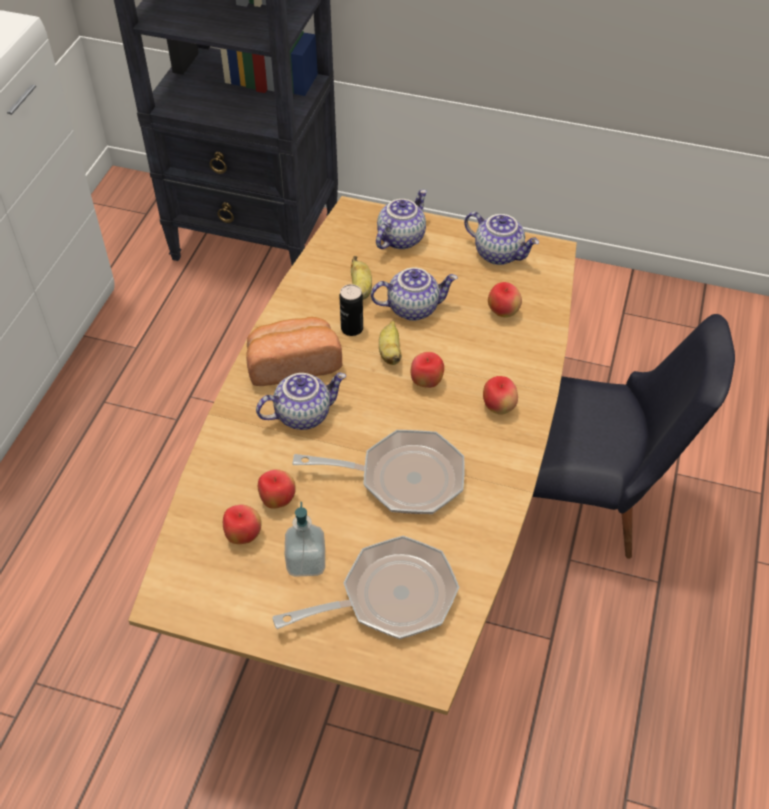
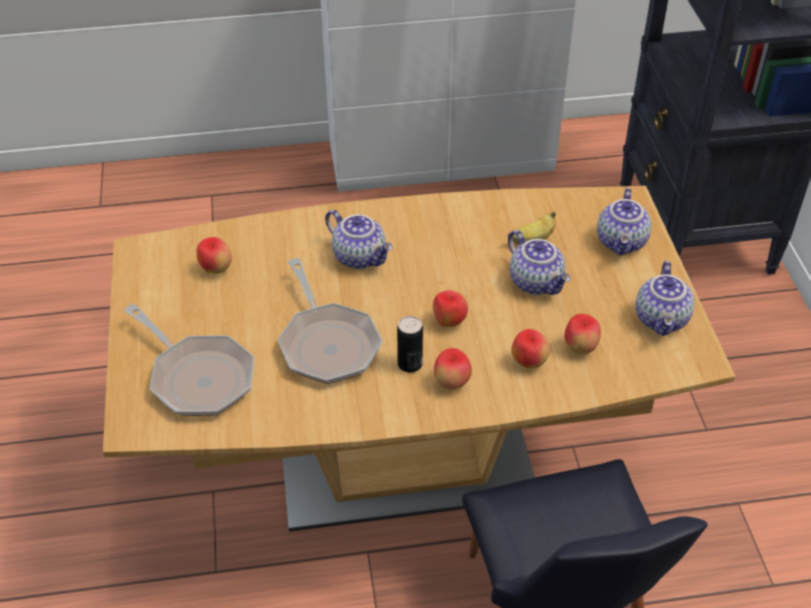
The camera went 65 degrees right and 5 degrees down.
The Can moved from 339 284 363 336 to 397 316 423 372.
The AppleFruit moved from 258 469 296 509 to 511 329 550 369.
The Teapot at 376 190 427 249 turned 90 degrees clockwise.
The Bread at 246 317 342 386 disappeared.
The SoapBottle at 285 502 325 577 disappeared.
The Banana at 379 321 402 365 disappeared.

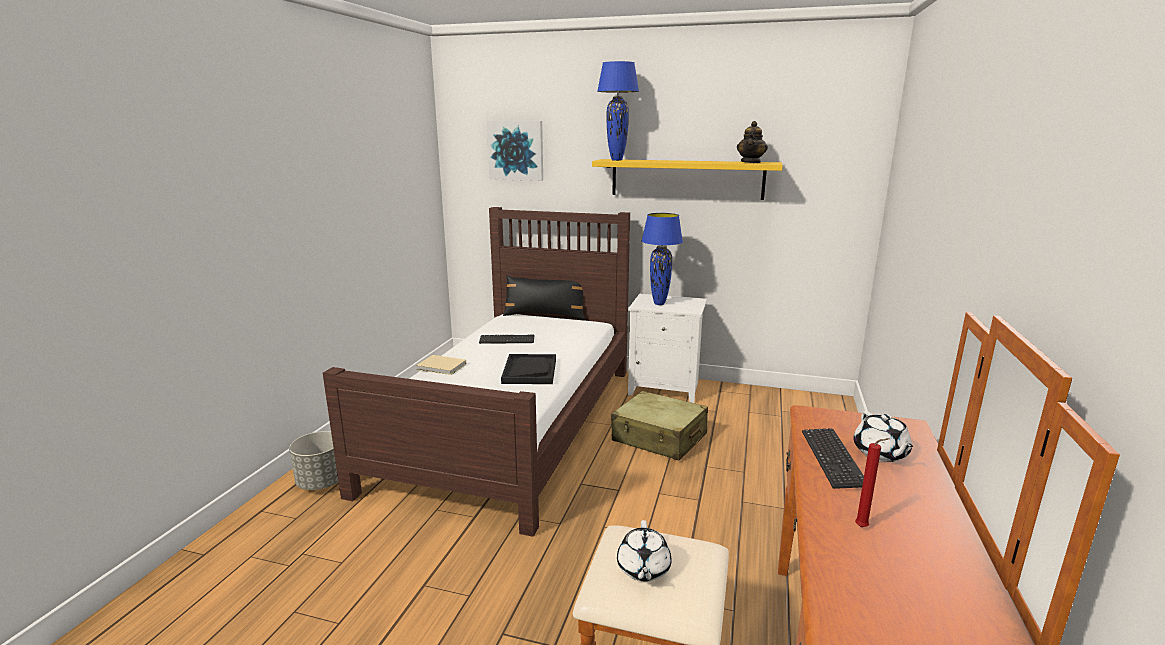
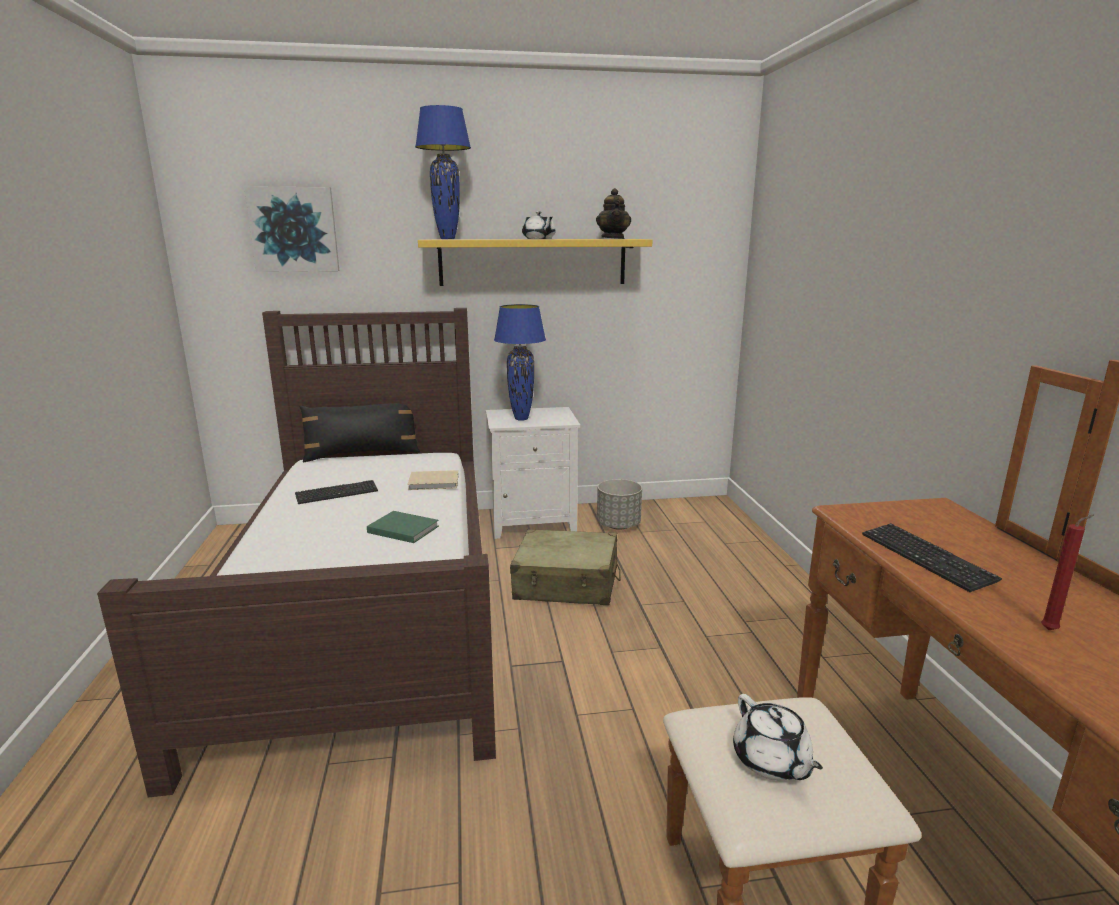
The camera went 25 degrees left and 0 degrees up.
The BlackishCarryingTray at 501 354 556 384 was replaced by the GreenBoundBook at 367 511 439 543.
The BeigeColouredBoundBook moved from 416 355 466 375 to 407 470 458 490.
The WhitishTeapot moved from 853 411 913 462 to 522 211 555 239.
The GreyishFlowerPot moved from 289 431 338 490 to 597 479 642 530.

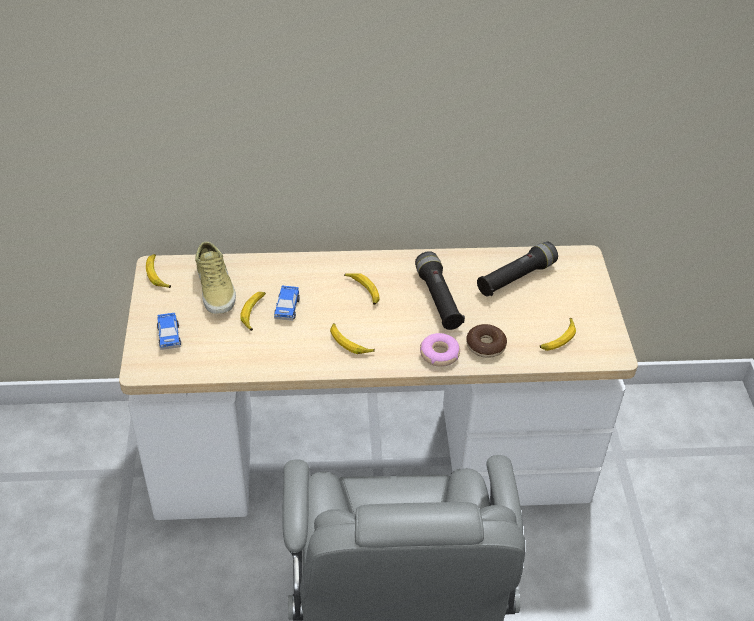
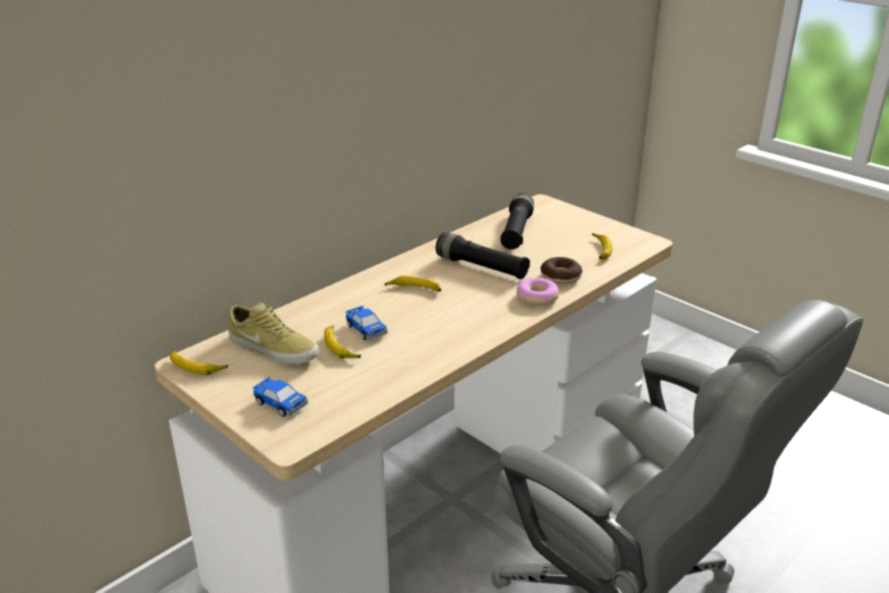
The camera went 40 degrees left and 15 degrees down.
The Banana at 330 323 375 354 disappeared.

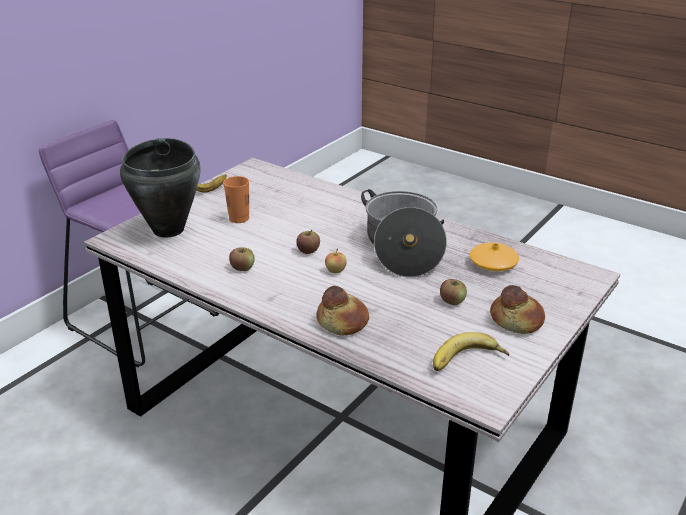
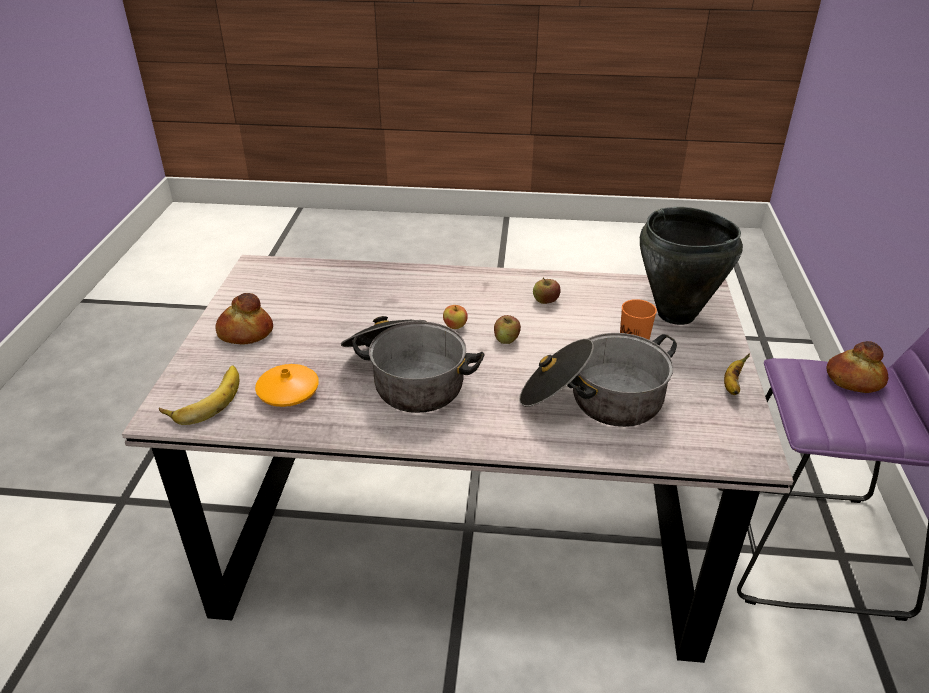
The camera went 150 degrees right and 5 degrees up.
The Banana moved from 433 332 509 371 to 159 366 239 425.
The Saucepot at 519 333 677 427 appeared.
The Bread moved from 317 286 369 336 to 826 341 888 393.
The AppleFruit at 440 279 467 305 disappeared.

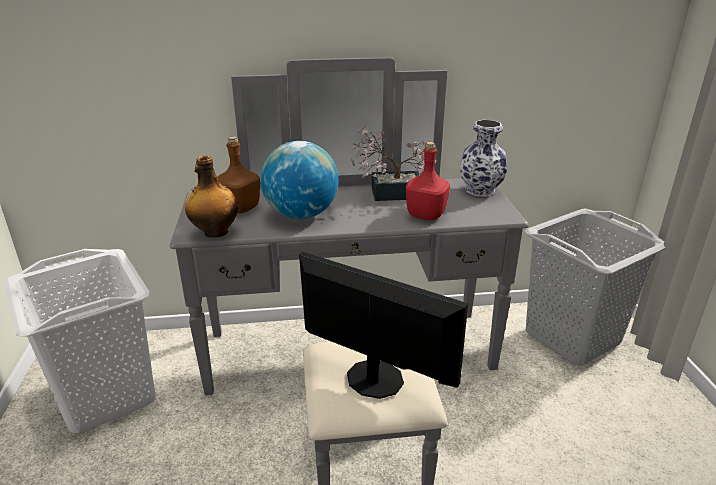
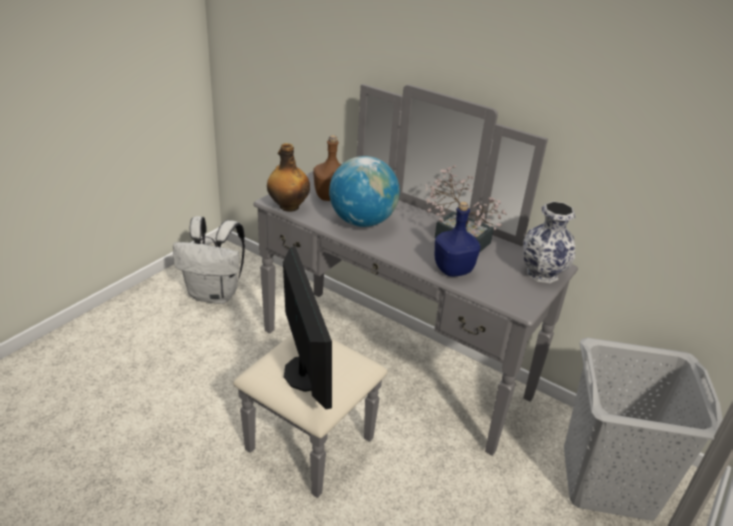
The camera went 40 degrees right and 5 degrees up.
The WhitishWashingBasket at 3 249 156 433 was replaced by the WhitishBackpack at 173 216 245 304.
The RedBeverageBottle at 406 142 450 220 became the BlueBeverageBottle at 435 202 481 276.

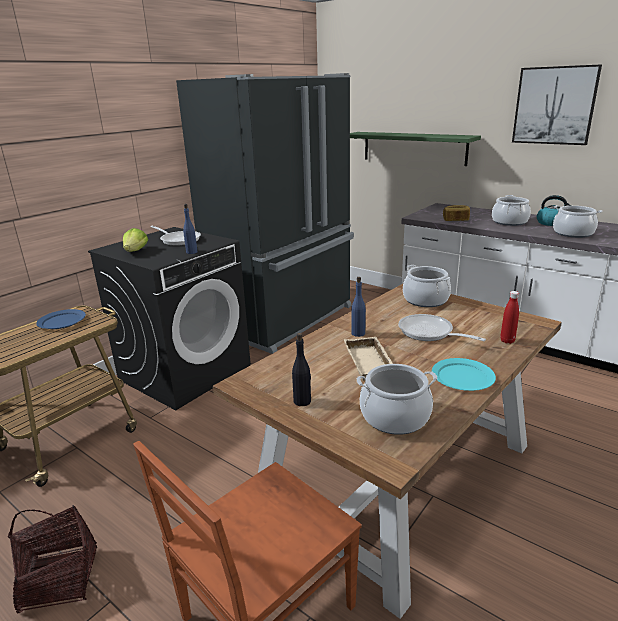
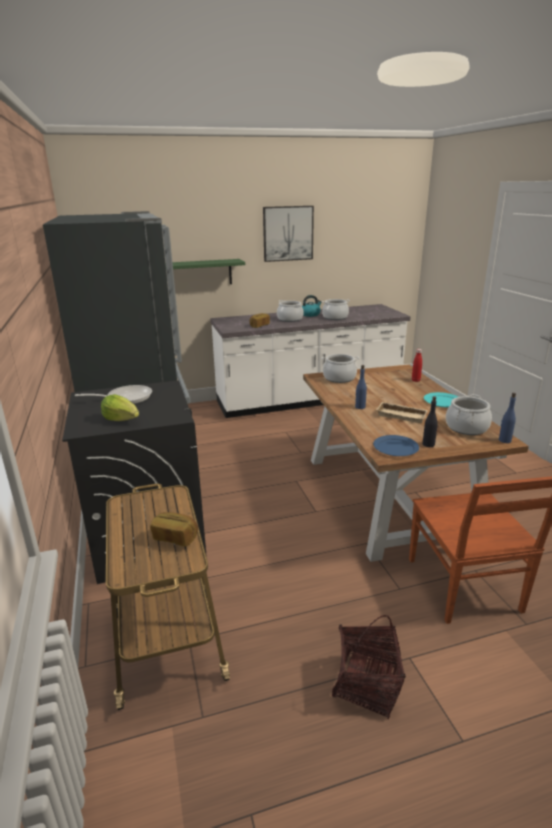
The camera went 55 degrees left and 0 degrees up.
The Bread at 150 512 198 547 appeared.
The BlueFlatDish moved from 36 309 86 329 to 373 435 419 456.
The BlueBeverageBottle moved from 183 204 198 254 to 499 393 516 443.
The FryingPan at 398 314 486 341 disappeared.

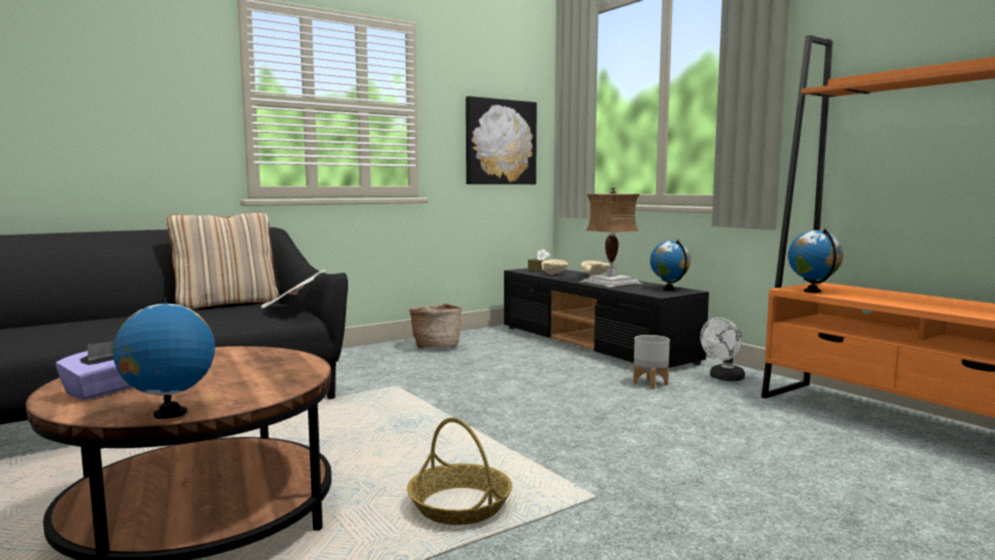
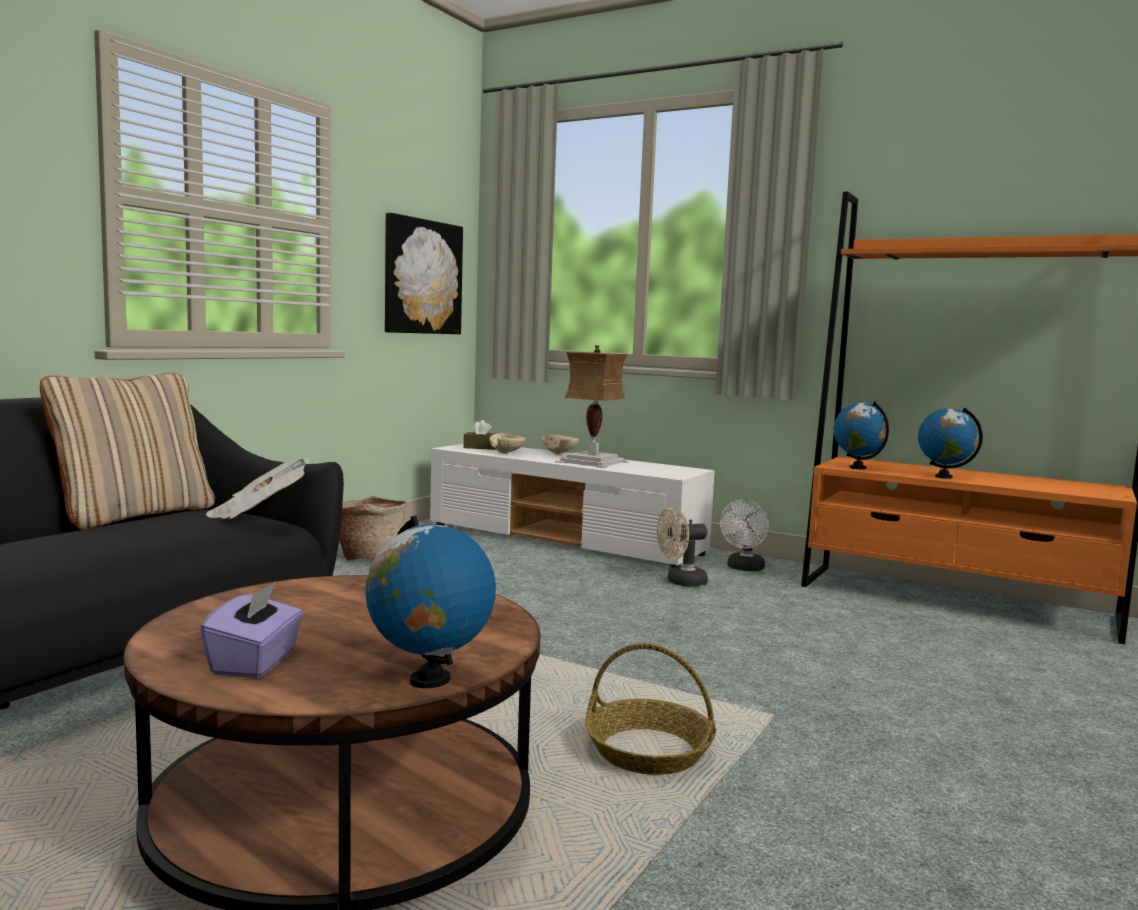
The camera went 25 degrees left and 0 degrees up.
The BlackishTvUnit at 504 268 709 368 became the WhitishTvUnit at 430 444 715 568.
The GreyishFlowerPot at 633 335 670 389 was replaced by the BeigeColouredElectricFan at 657 507 708 586.
The DeskGlobe moved from 650 240 691 290 to 918 407 983 479.

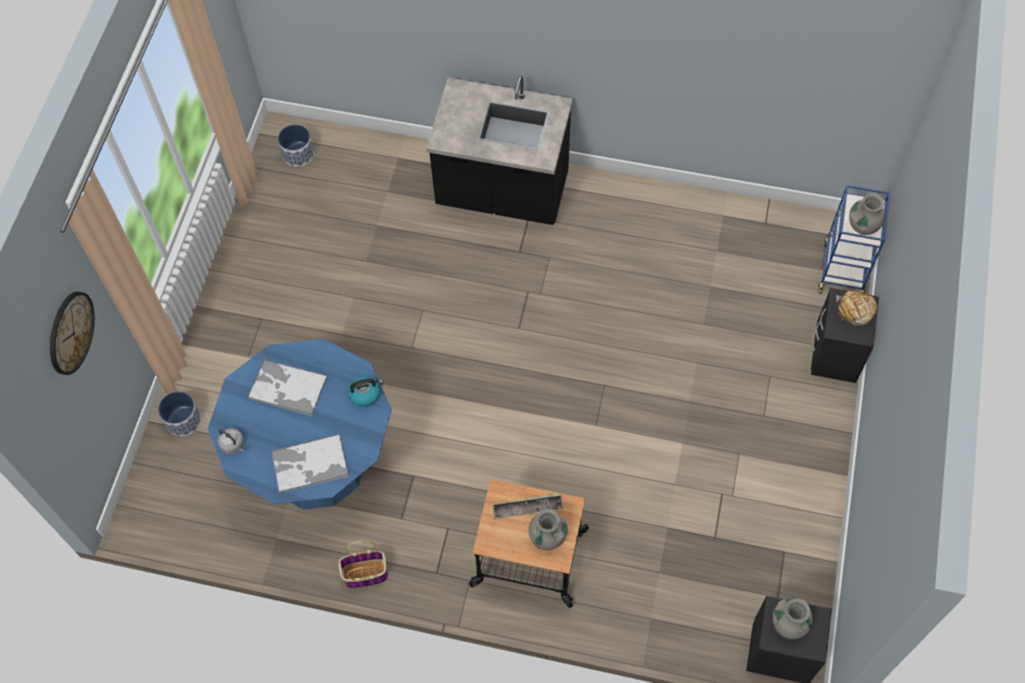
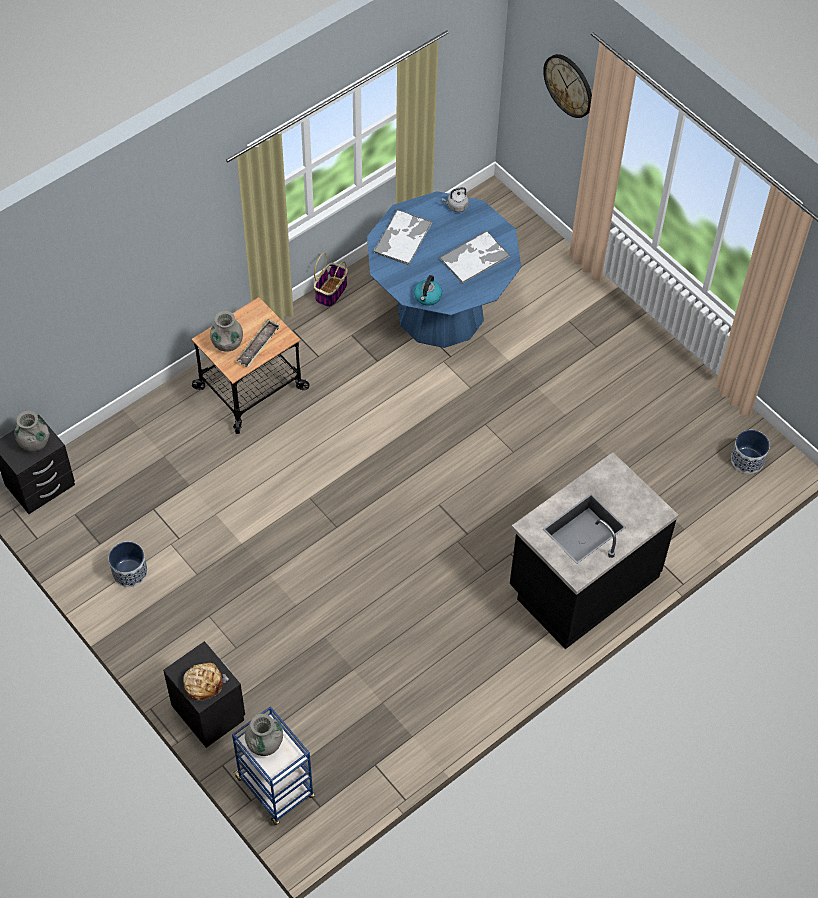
The camera went 125 degrees right and 5 degrees down.
The FlowerPot moved from 158 391 201 436 to 109 542 148 587.

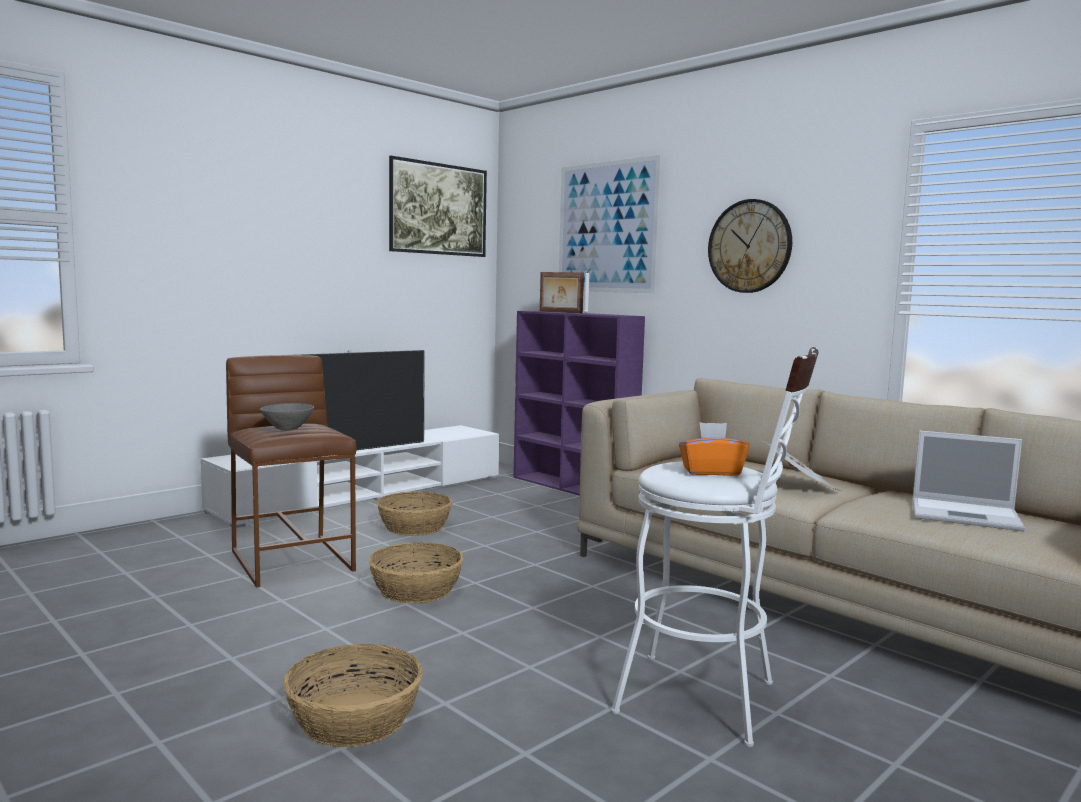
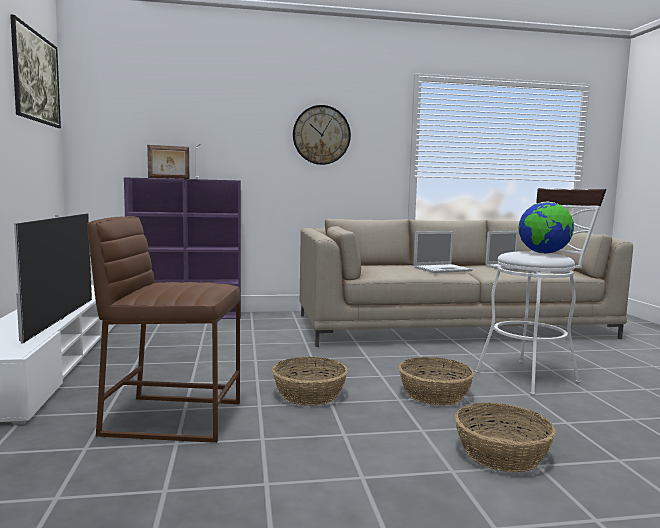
The camera went 55 degrees left and 0 degrees up.
The HouseholdBasket moved from 377 492 452 536 to 399 357 474 405.
The PrintedPaper at 763 441 841 491 was replaced by the Laptop at 414 231 473 273.
The OrangeyBoxOfTissues at 679 422 749 476 was replaced by the DeskGlobe at 518 201 574 254.
The GreyishServingBowl at 260 403 314 430 disappeared.
The WallArt at 559 155 661 293 disappeared.

